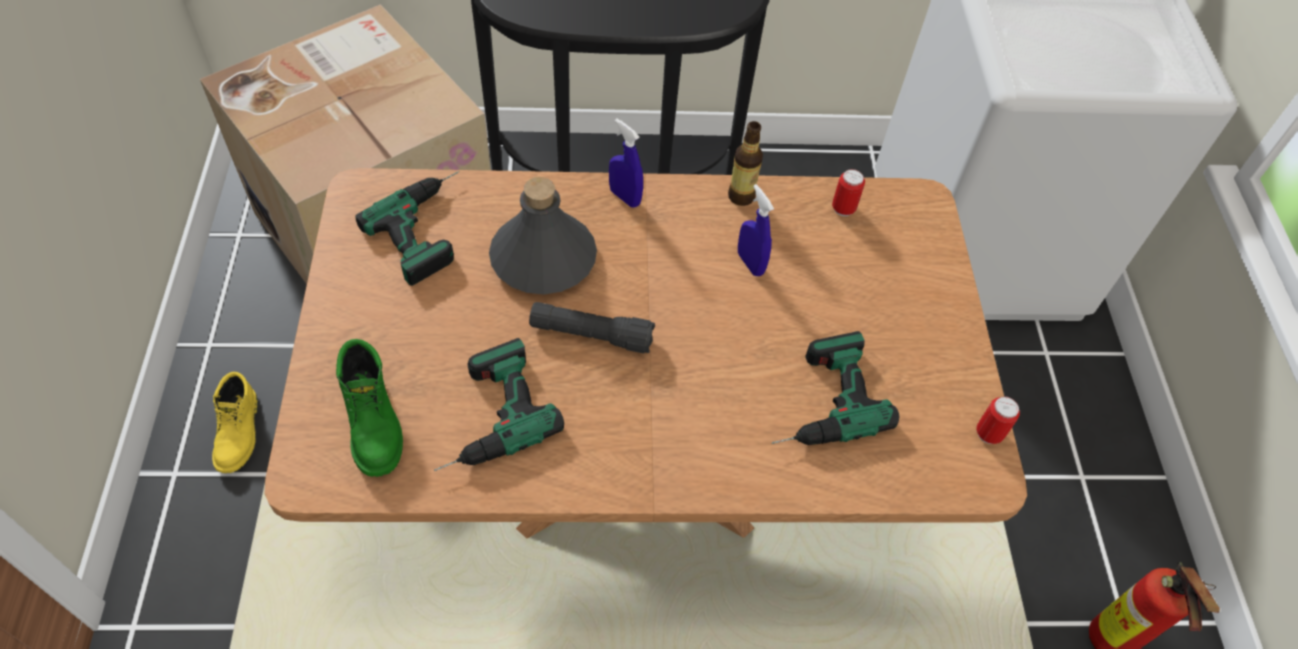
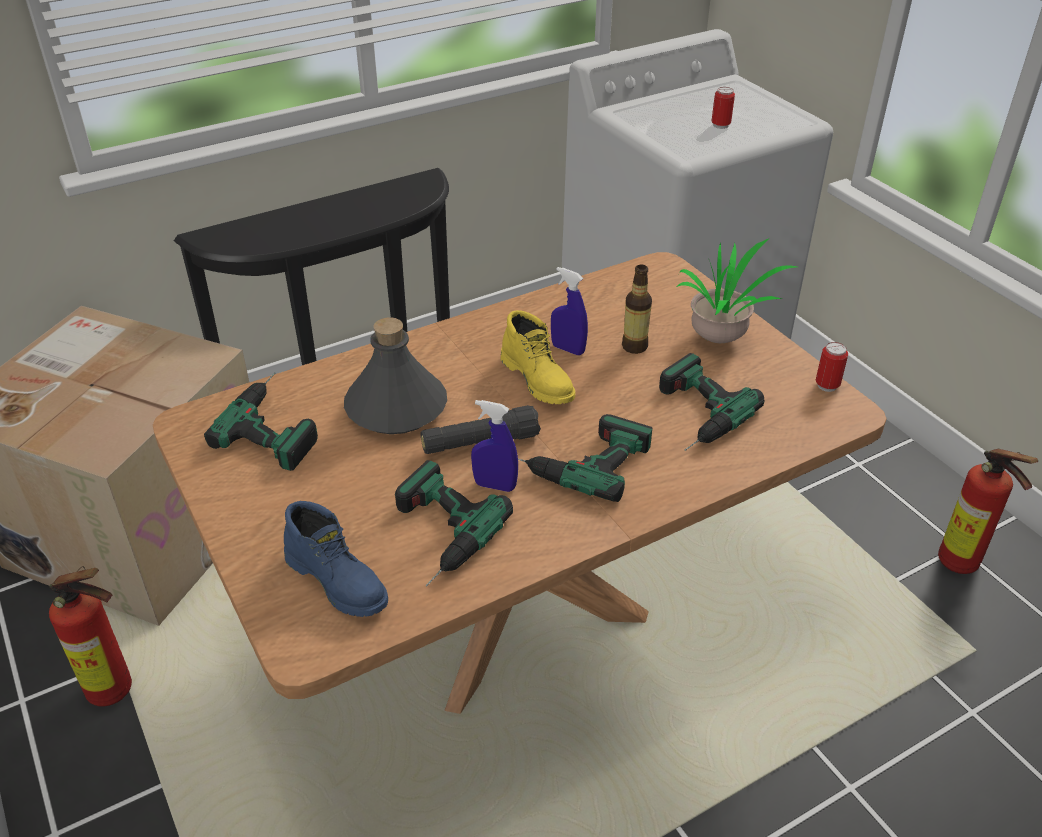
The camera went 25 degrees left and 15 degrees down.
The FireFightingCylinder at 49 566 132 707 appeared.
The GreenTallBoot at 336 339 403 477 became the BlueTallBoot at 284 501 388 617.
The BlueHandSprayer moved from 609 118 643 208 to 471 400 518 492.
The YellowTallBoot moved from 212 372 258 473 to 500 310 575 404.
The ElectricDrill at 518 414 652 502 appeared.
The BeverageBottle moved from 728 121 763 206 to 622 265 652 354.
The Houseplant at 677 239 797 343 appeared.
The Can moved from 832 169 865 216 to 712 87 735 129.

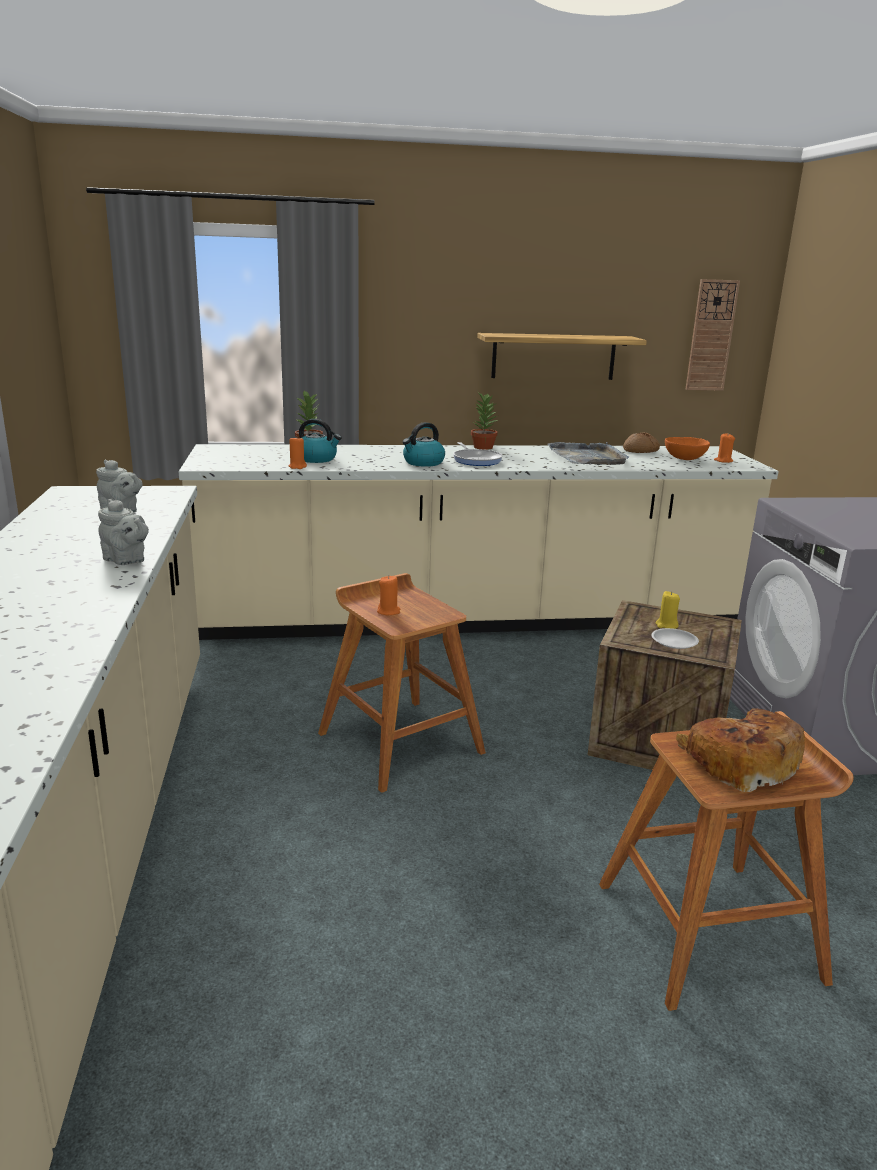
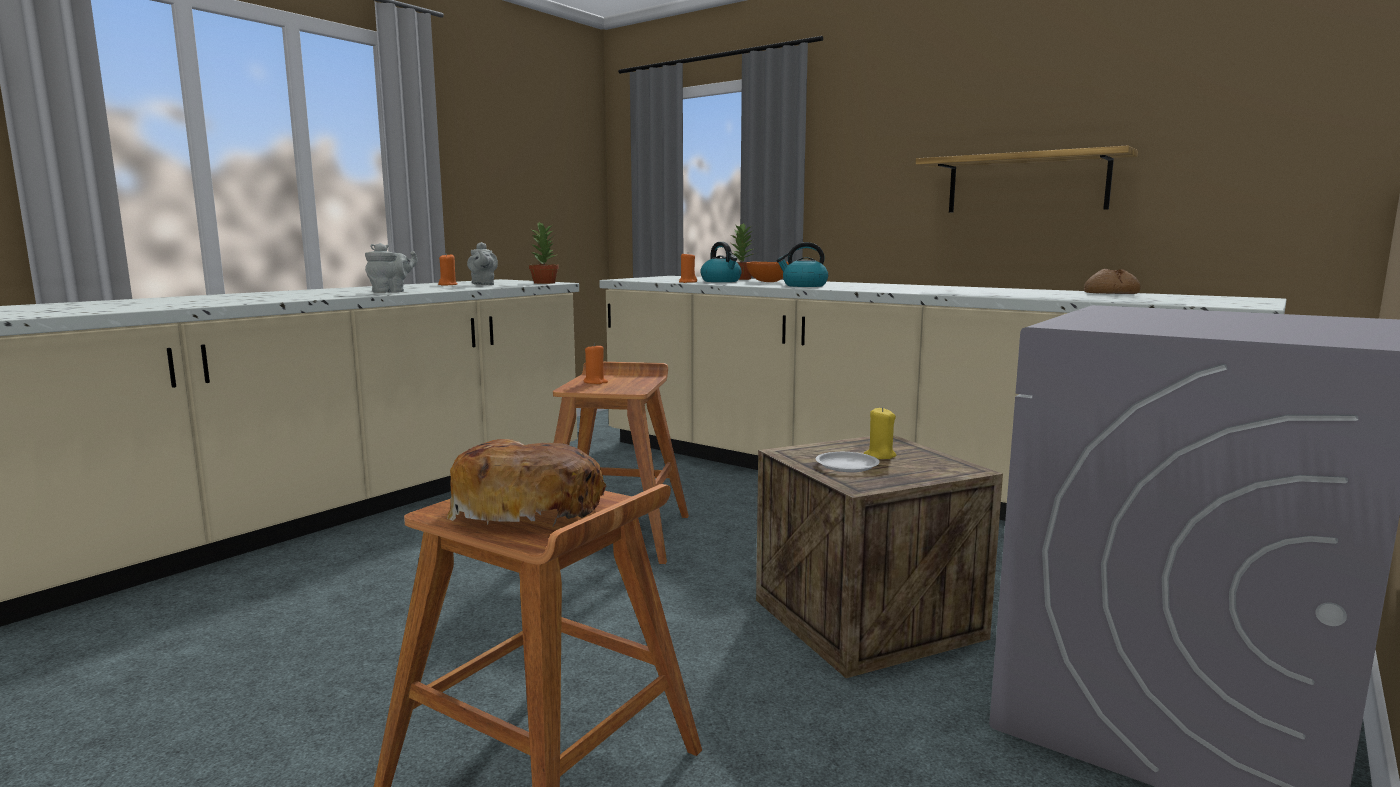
The camera went 45 degrees right and 10 degrees down.
The GreyishTeapot at 98 499 149 565 turned 120 degrees counterclockwise.
The OrangeyWaxLight moved from 714 433 735 463 to 438 253 458 285.
The Houseplant moved from 471 392 498 450 to 529 222 559 284.
The OrangeyServingBowl moved from 665 437 710 460 to 746 262 789 282.
The FryingPan at 453 442 503 466 disappeared.
The GreyishCarryingTray at 548 442 629 465 disappeared.
The WallClock at 686 279 740 390 disappeared.

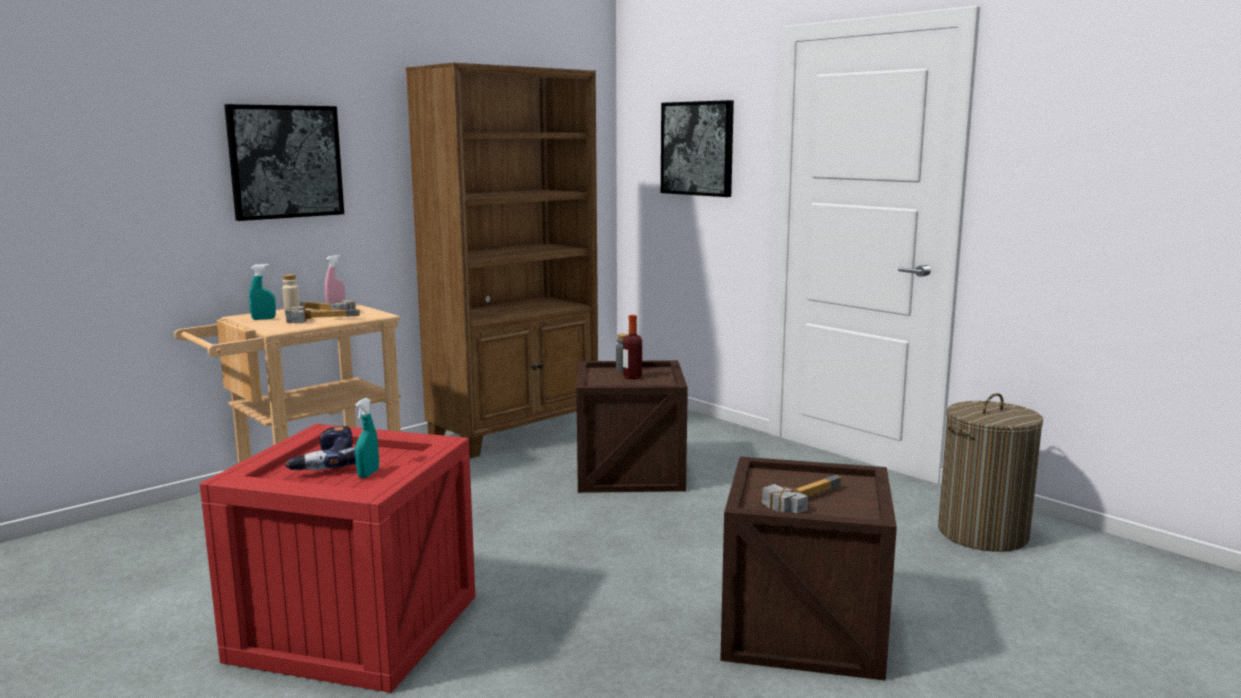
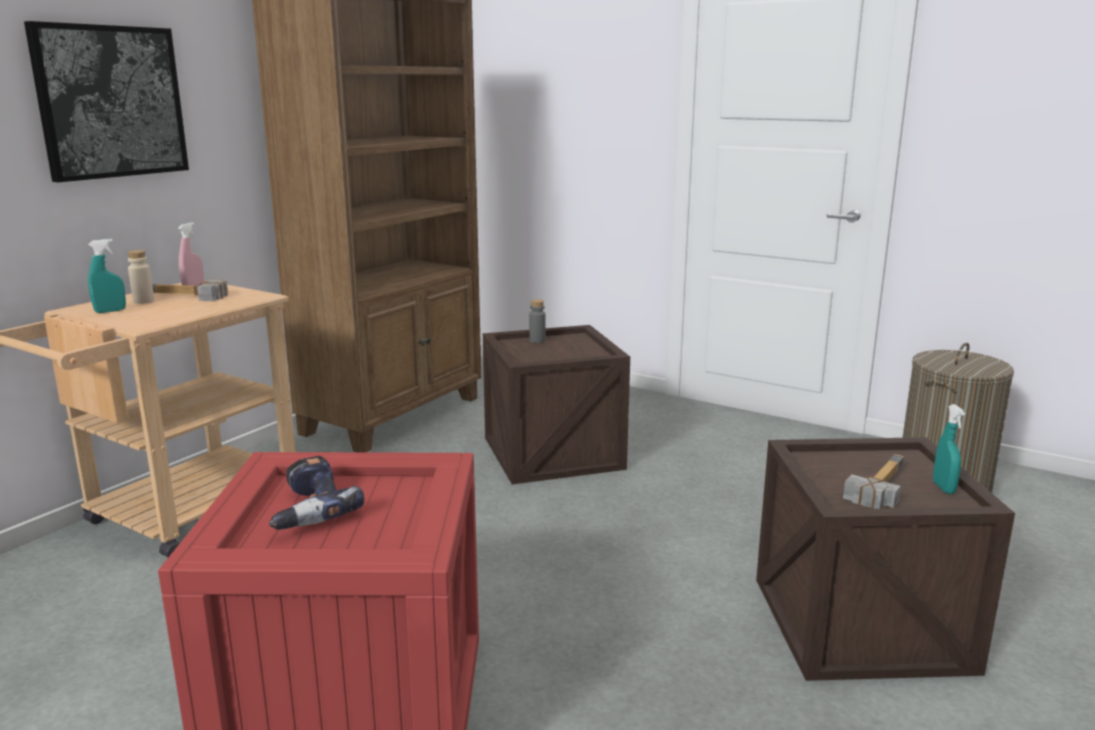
The camera went 15 degrees left and 5 degrees up.
The TurquoiseColouredHandSprayer moved from 355 398 379 478 to 933 404 965 494.
The Hammer at 286 306 360 323 disappeared.
The BeverageBottle at 623 315 642 379 disappeared.
The WallArt at 661 100 734 197 disappeared.

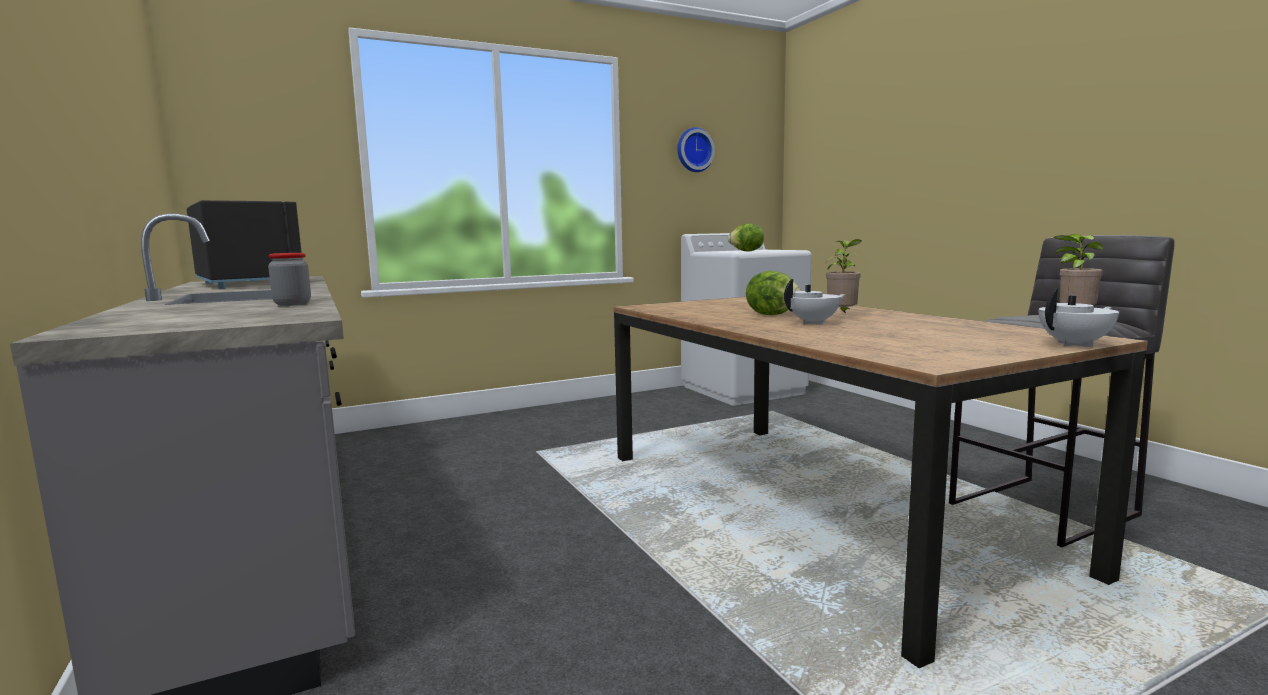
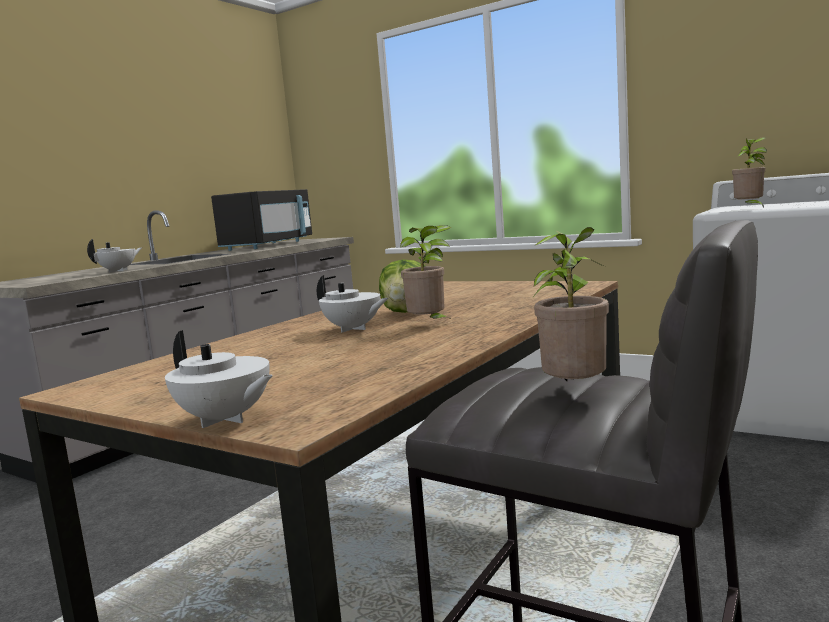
The camera went 60 degrees right and 0 degrees up.
The PreserveJar at 268 253 311 306 was replaced by the WhitishTeapot at 87 239 141 272.
The LettuceHead at 728 223 764 252 was replaced by the Houseplant at 732 137 767 208.
The WallClock at 677 127 715 172 disappeared.

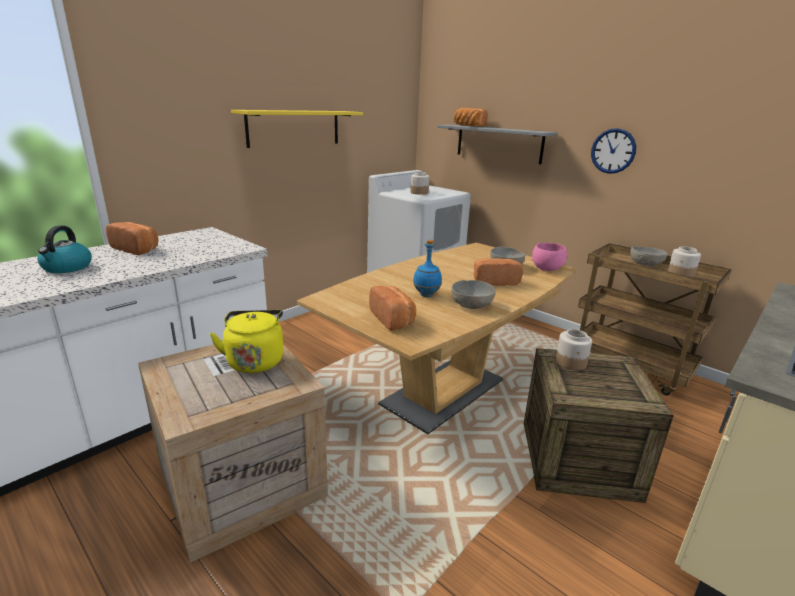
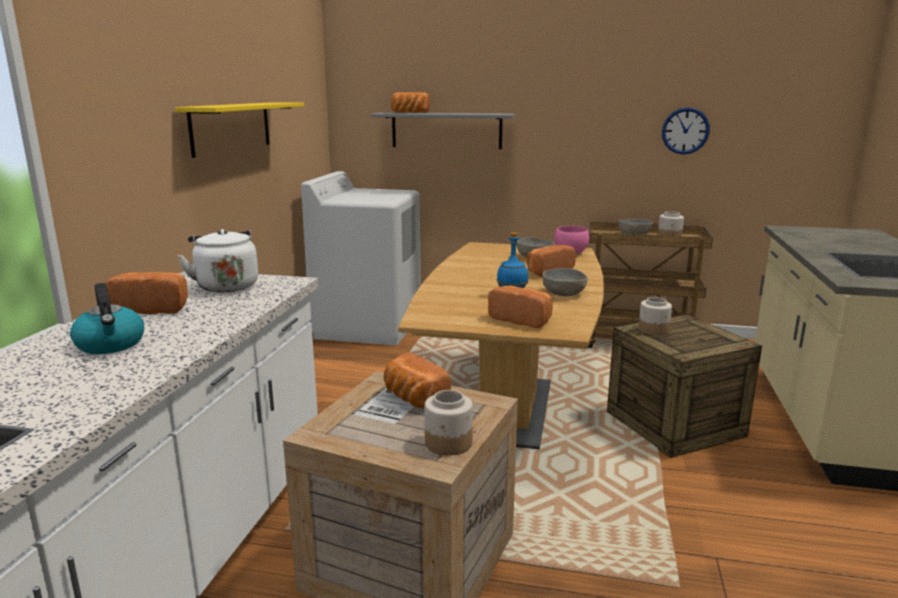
The camera went 30 degrees left and 5 degrees down.
The WhitishKettle at 177 229 258 293 appeared.
The YellowKettle at 210 310 284 373 was replaced by the Bread at 384 353 451 408.
The PreserveJar moved from 410 172 429 195 to 425 390 473 456.
The WallClock moved from 591 128 636 174 to 662 107 710 154.

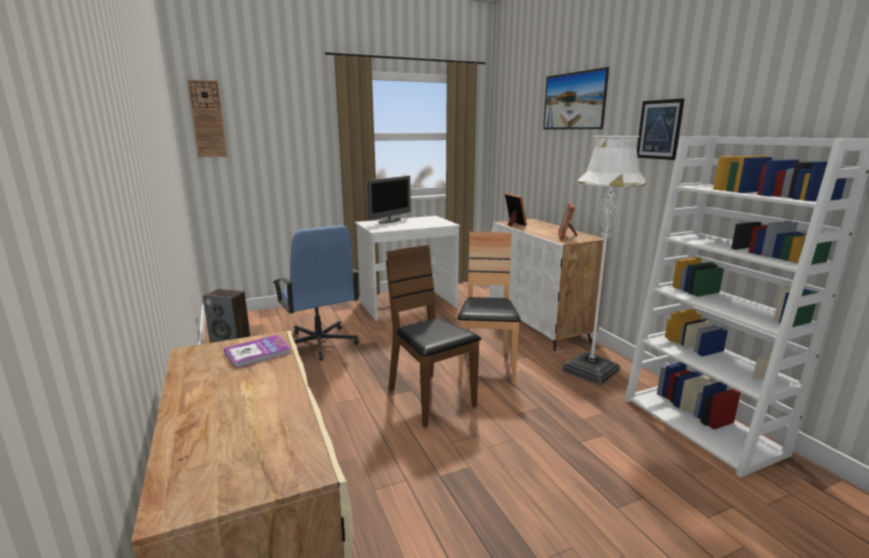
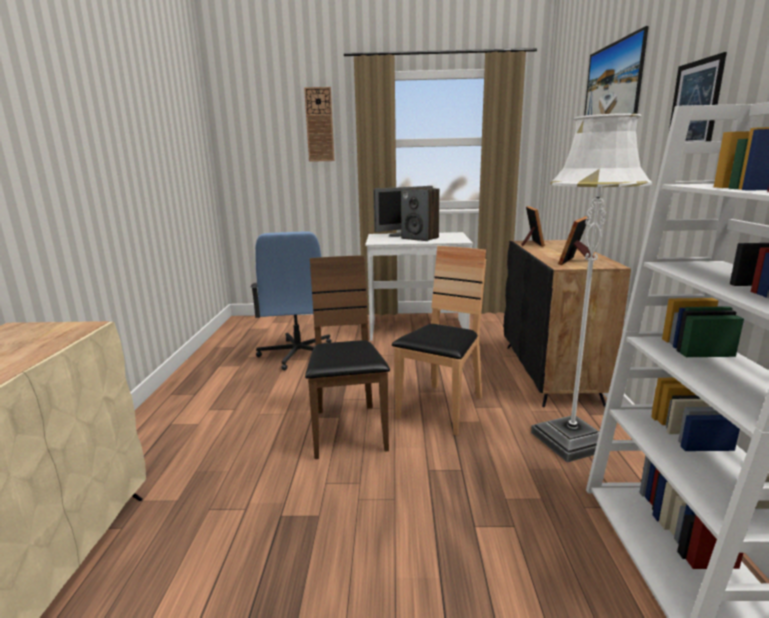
The camera went 25 degrees right and 0 degrees up.
The WallClock moved from 187 79 228 157 to 304 87 334 162.
The AudioSpeaker moved from 203 289 250 342 to 401 188 440 241.
The WhitishStorageCabinet at 490 219 608 351 became the BlackishStorageCabinet at 504 240 631 407.
The BoundBook at 224 335 291 369 disappeared.

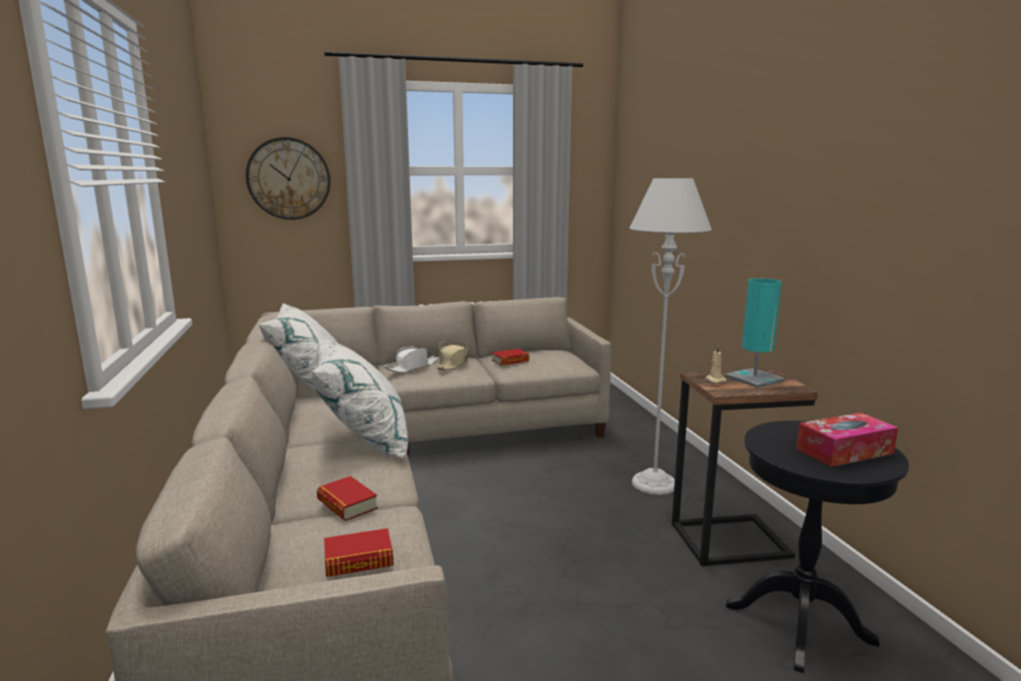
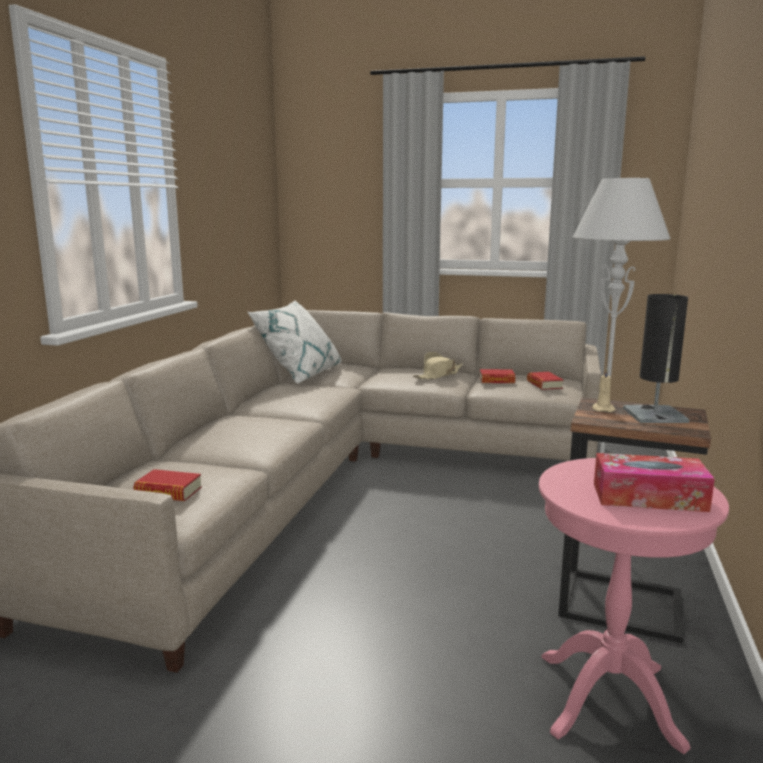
The camera went 30 degrees right and 0 degrees up.
The BoundBook moved from 317 476 378 521 to 527 372 563 390.
The BlackishSideTable at 726 421 909 673 became the PinkSideTable at 539 458 729 754.
The TurquoiseColouredTabletopLamp at 725 278 785 388 became the BlackishTabletopLamp at 623 294 689 423.
The WallClock at 246 137 330 220 disappeared.
The WhitishCushion at 312 338 408 458 disappeared.
The WhitishWearableHat at 384 347 439 373 disappeared.

